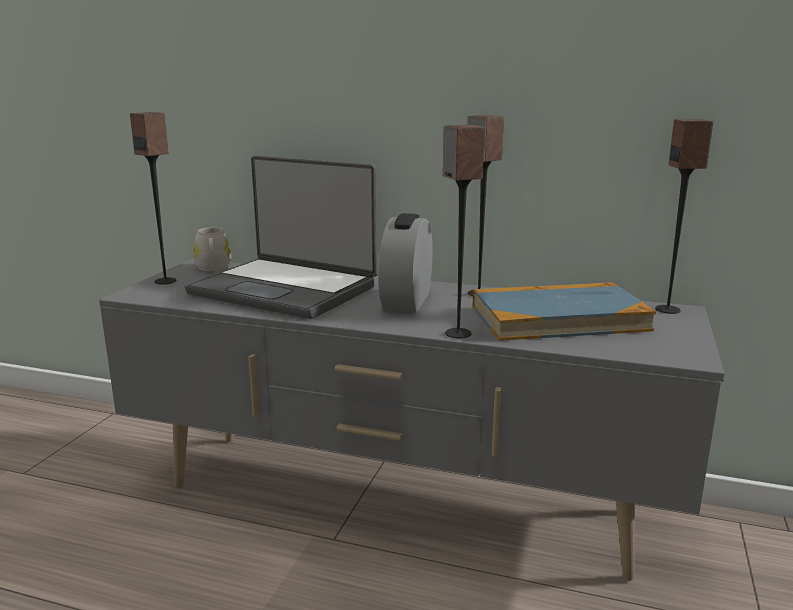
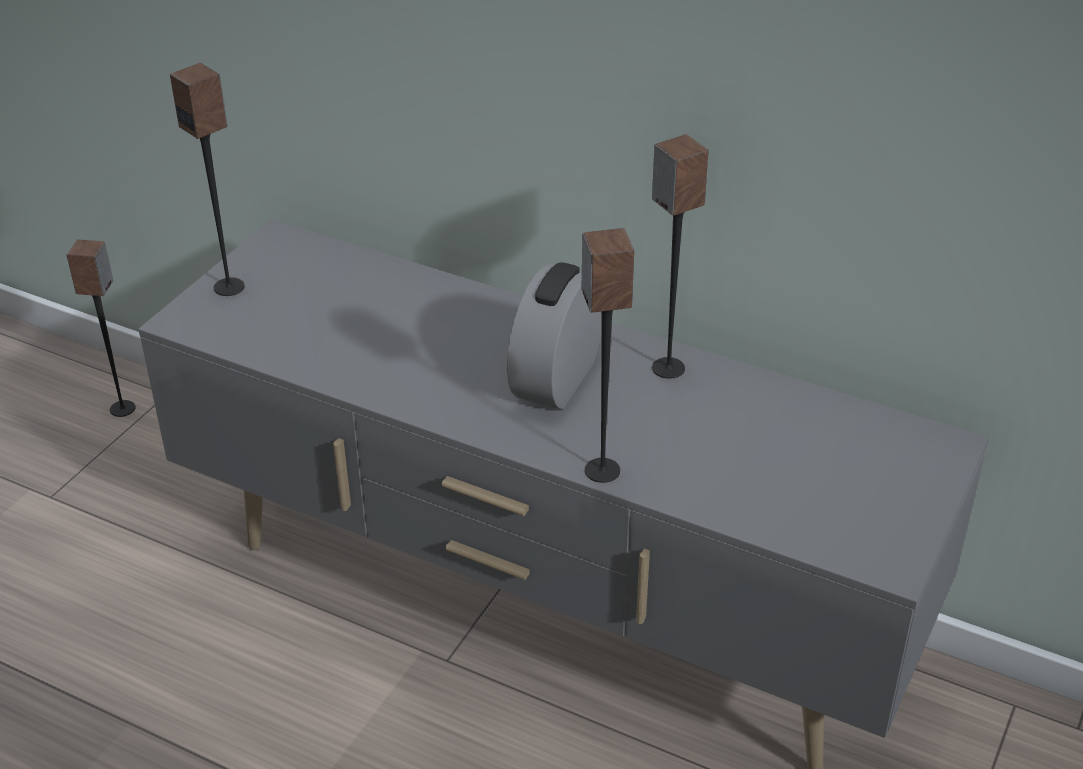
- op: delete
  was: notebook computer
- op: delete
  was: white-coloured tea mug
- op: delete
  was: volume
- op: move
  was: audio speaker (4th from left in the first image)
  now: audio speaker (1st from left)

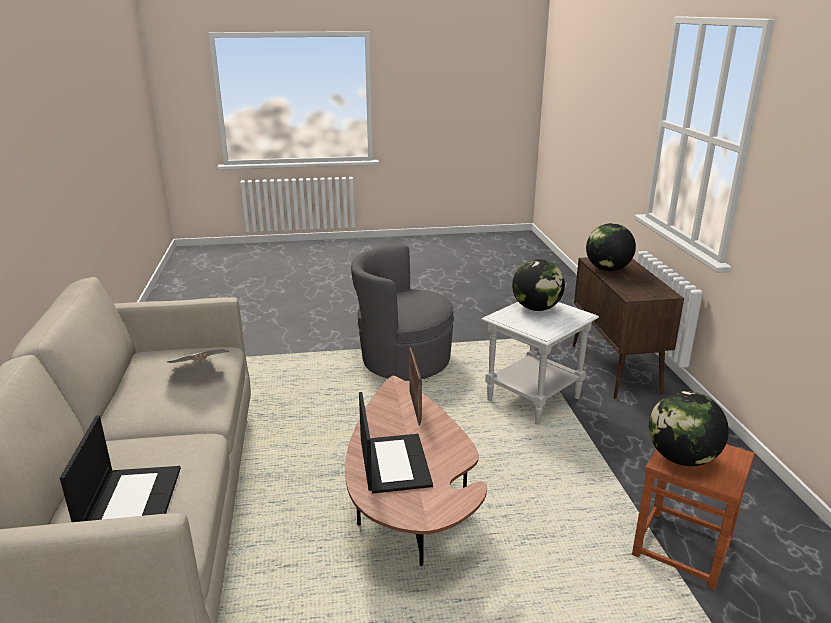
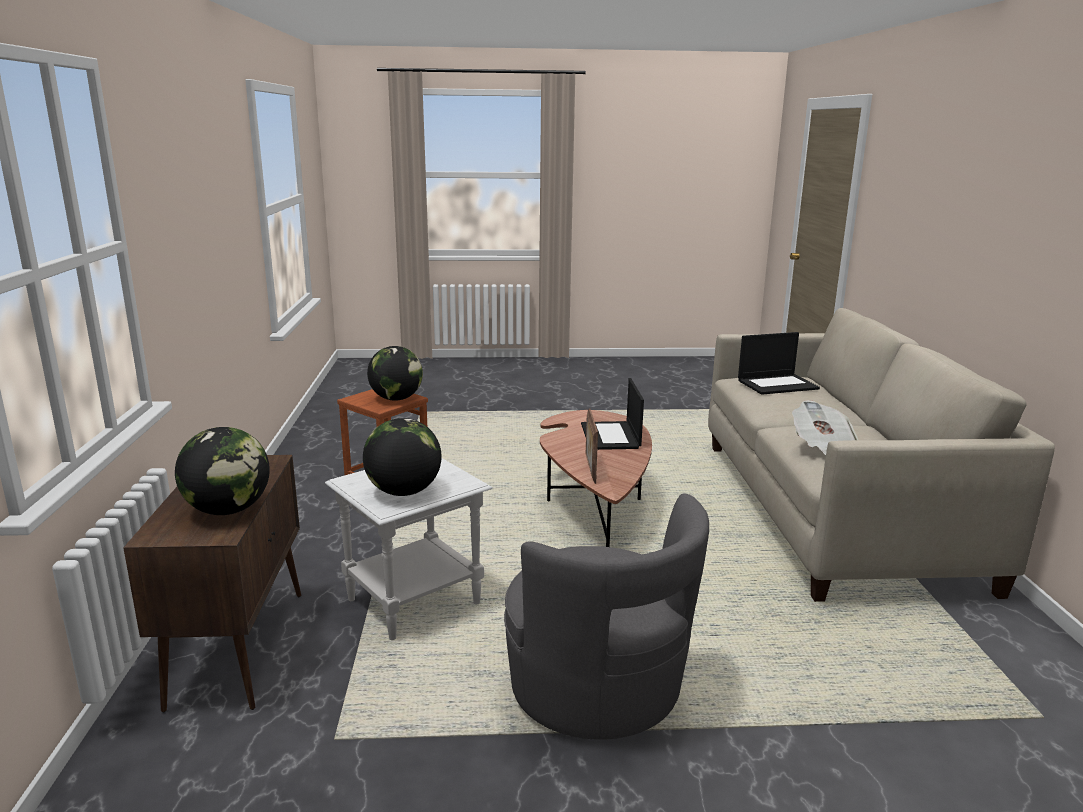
- op: rotate
  was: notebook computer (1st from left in the first image)
  clockwise: -105
- op: rotate
  was: gray armchair
  clockwise: 45

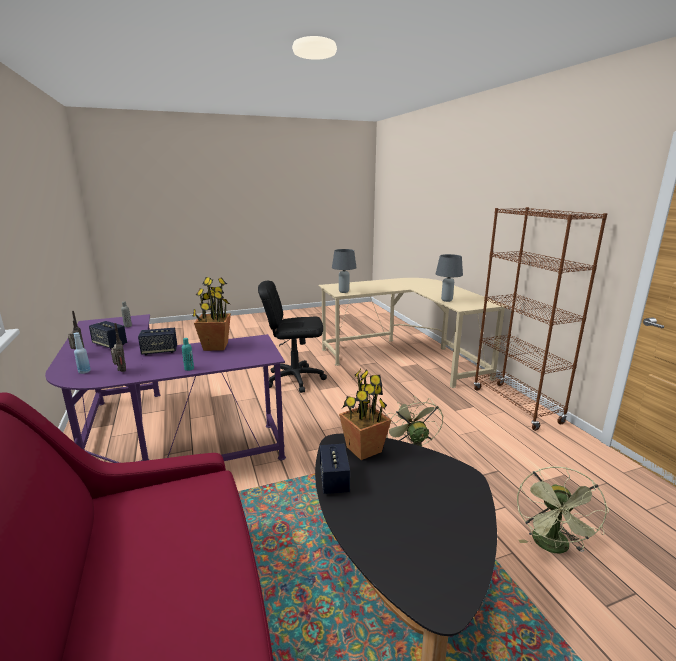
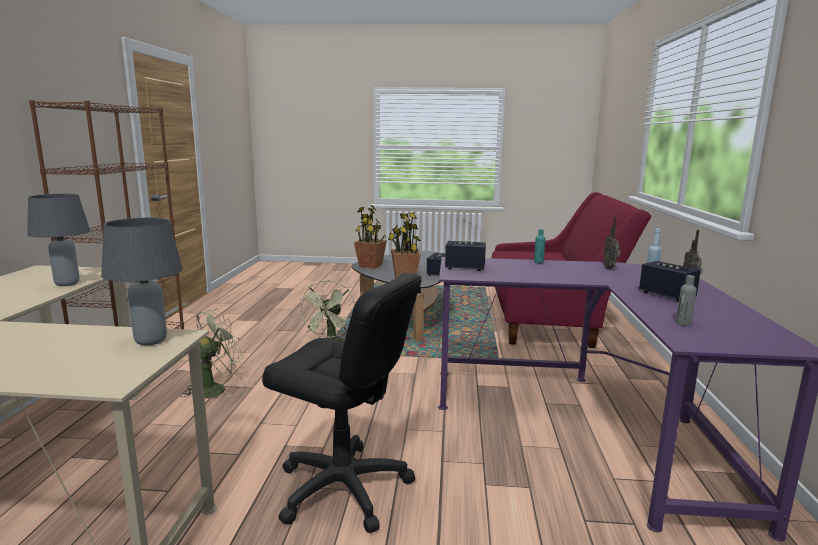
- op: move
  was: audio speaker (2nd from left)
- op: move
  was: plant in a pot (1st from left)
- op: move
  was: green-coloured electric fan (2nd from left in the first image)
  now: green-coloured electric fan (1st from left)

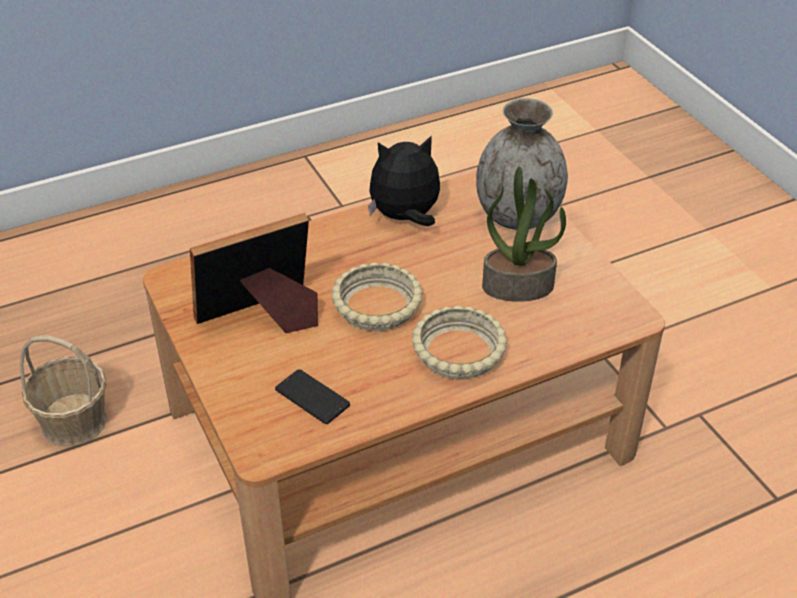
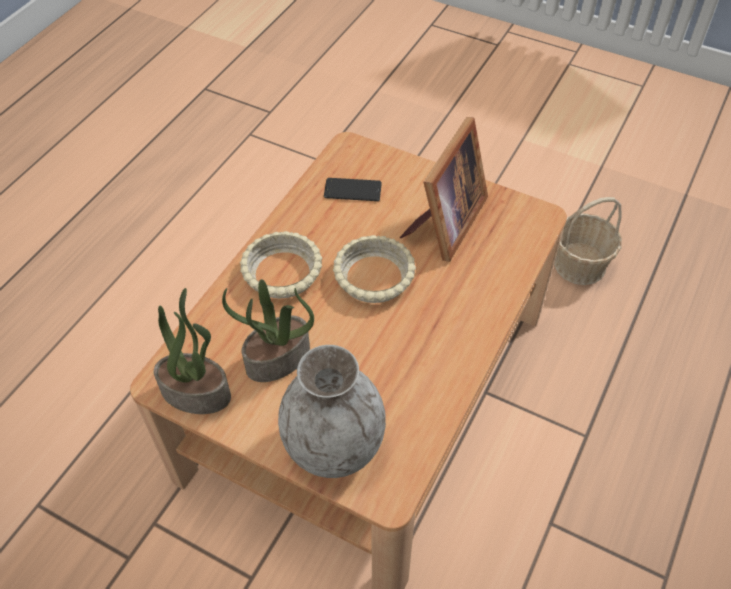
- op: delete
  was: cuddly toy
- op: insert
  now: plant in a pot (1st from left)

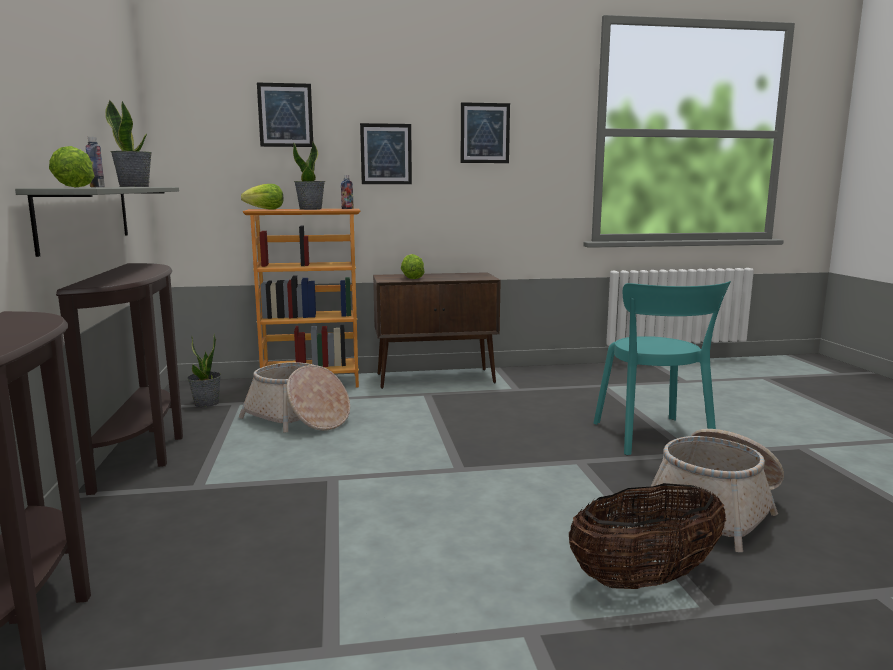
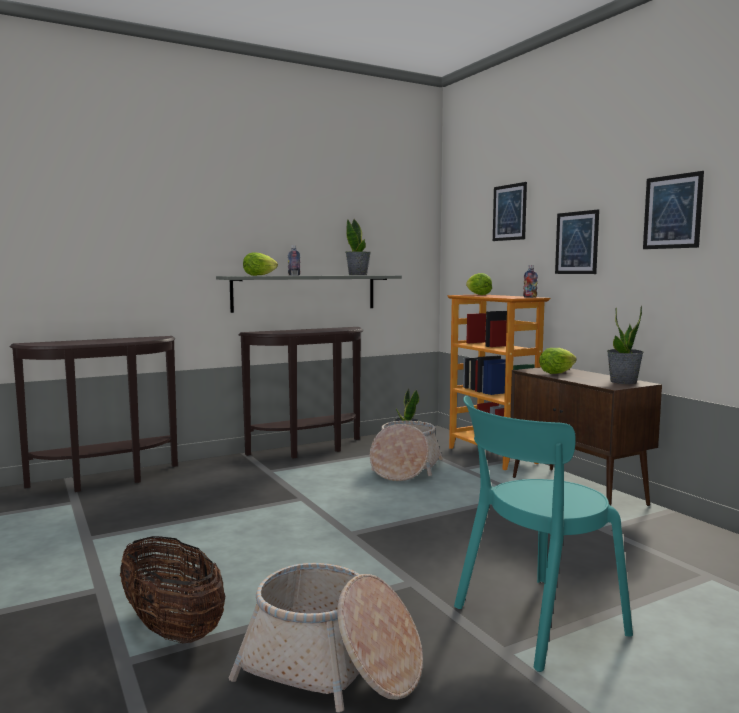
- op: move
  was: plant in a pot (3rd from left)

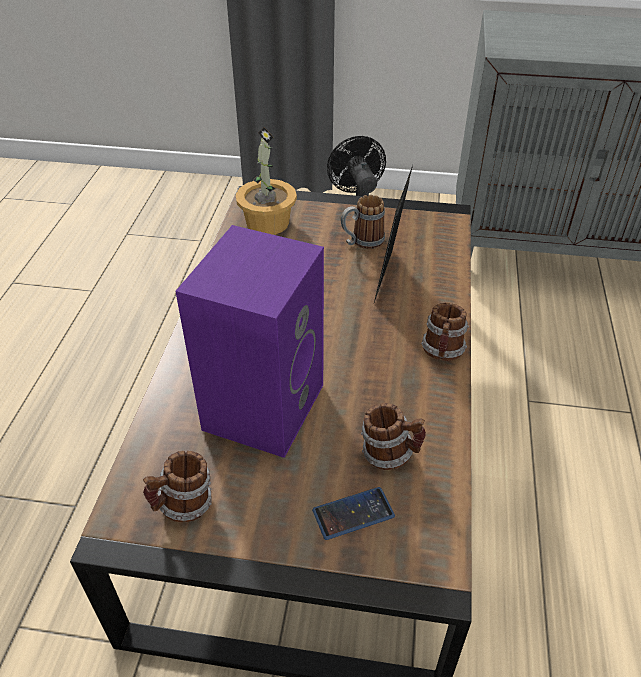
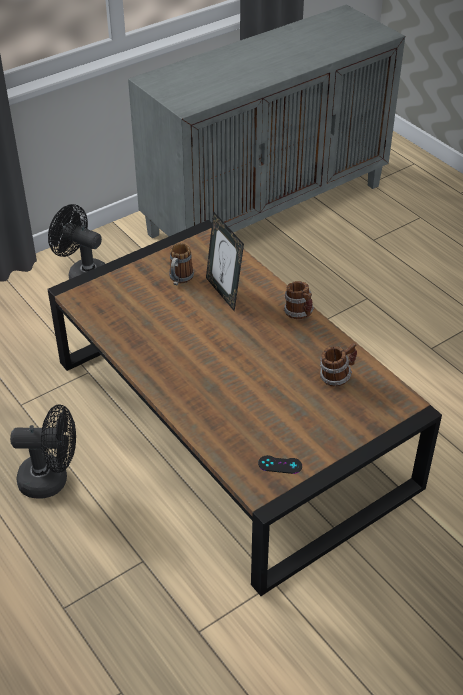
- op: replace
  was: tea mug (1st from left)
  now: black game controller
- op: delete
  was: purplish audio speaker
- op: delete
  was: plant in a pot
- op: delete
  was: telephone
- op: insert
  now: black electric fan (1st from left)

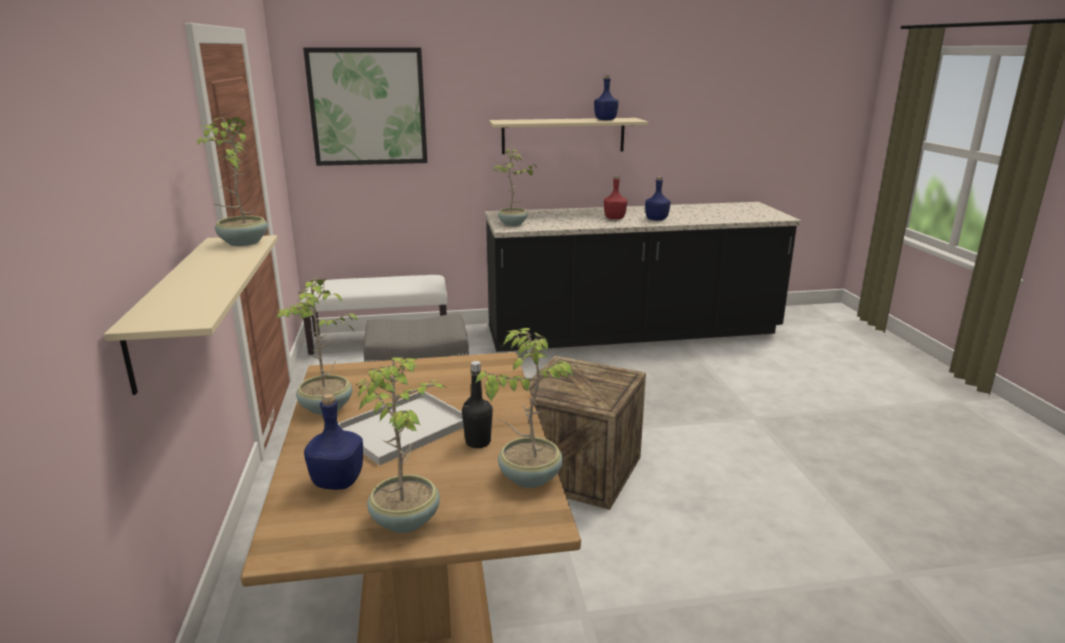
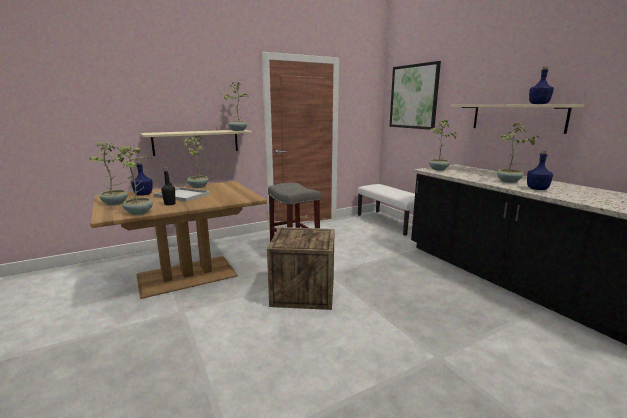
- op: replace
  was: red-coloured beverage bottle
  now: plant in a pot (6th from left)

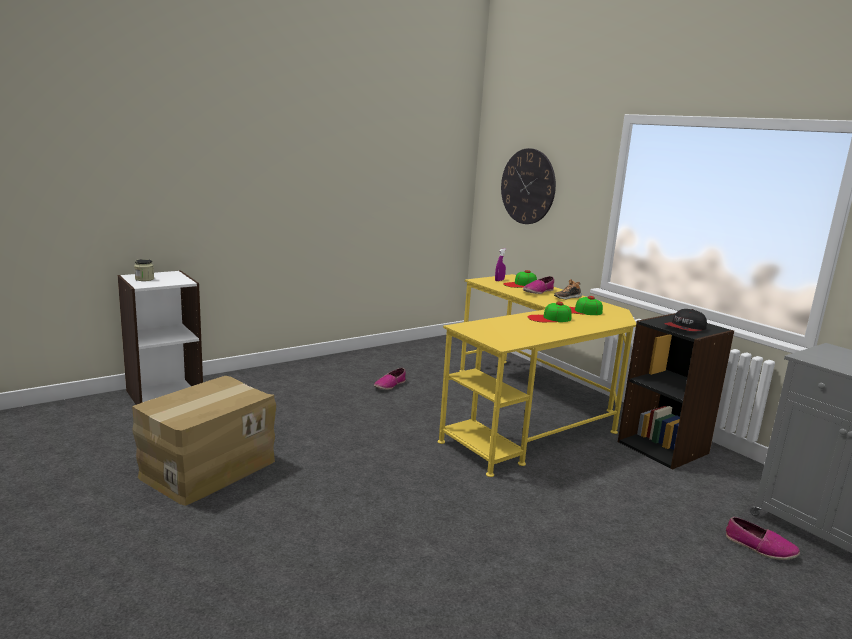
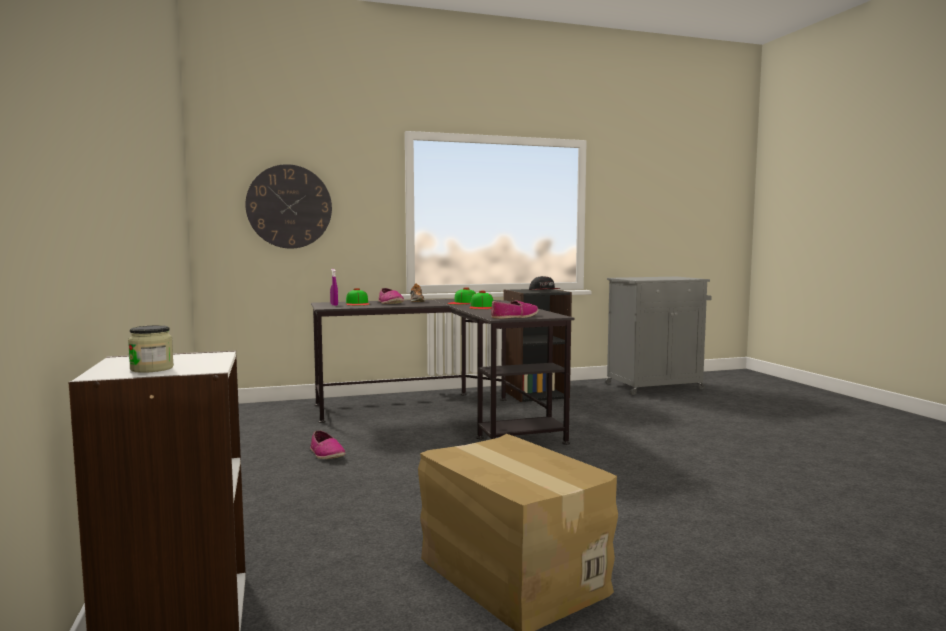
- op: recolor
  was: yellowish desk table
  now: black desk table
- op: move
  was: shoe (4th from left)

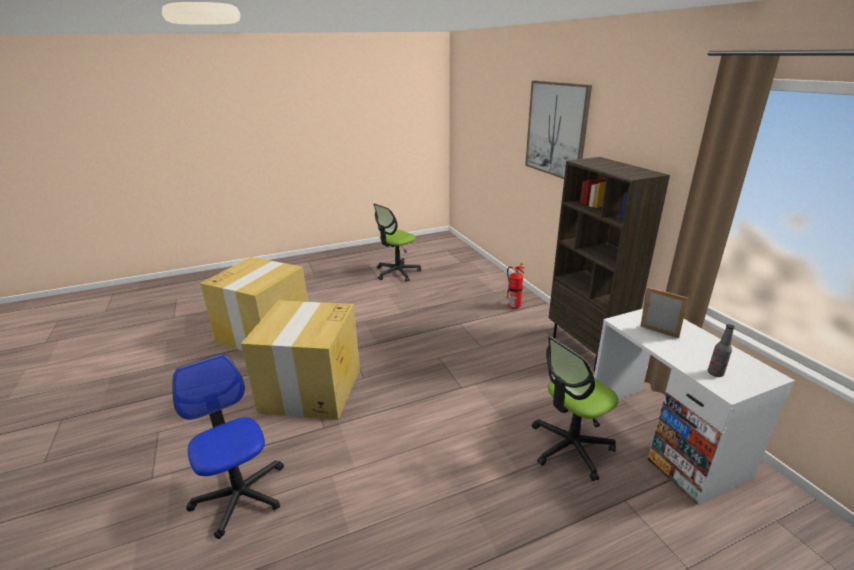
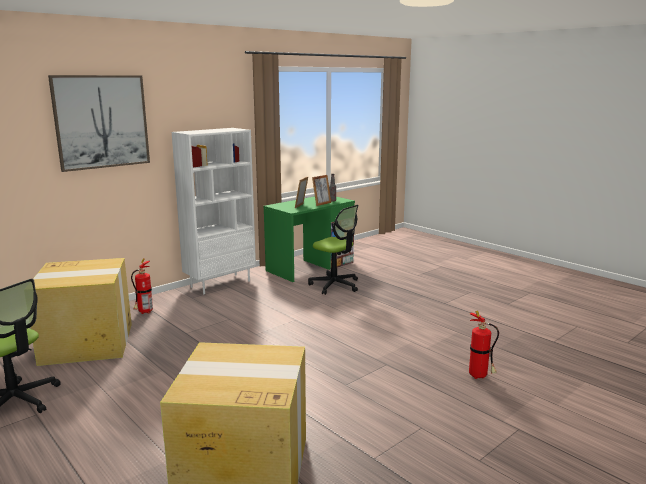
- op: replace
  was: office chair (1st from left)
  now: fire-fighting cylinder (2nd from left)
- op: move
  was: packing box (2nd from left in the first image)
  now: packing box (1st from left)
- op: recolor
  was: brown bookshelf
  now: white-coloured bookshelf
- op: recolor
  was: white-coloured desk table
  now: green-coloured desk table
- op: insert
  now: picture frame (2nd from left)

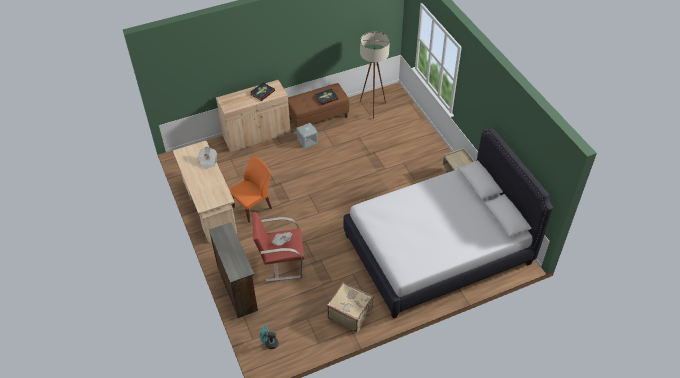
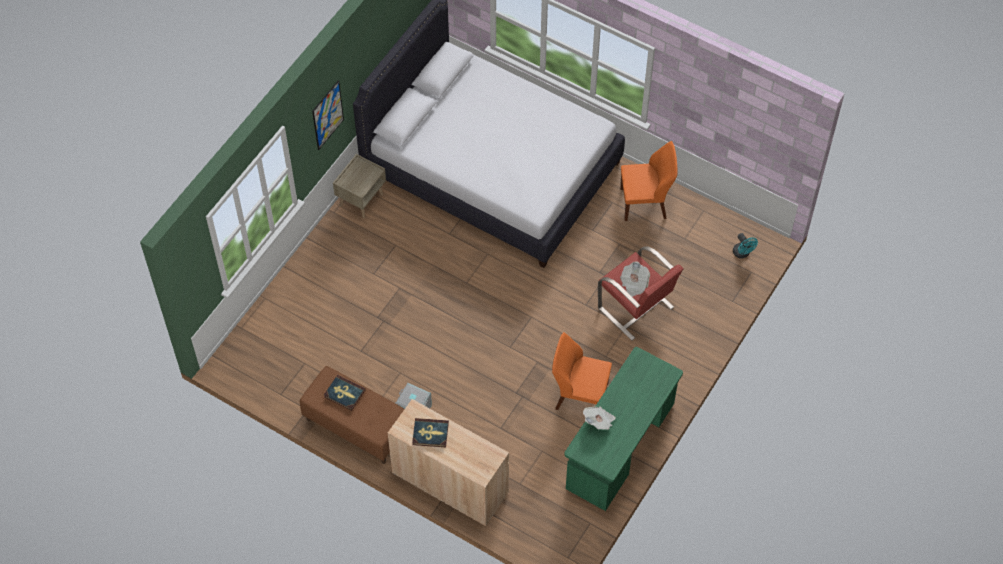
- op: recolor
  was: sand-coloured desk table
  now: green-coloured desk table
- op: delete
  was: brown drawer chest
- op: replace
  was: sand-coloured piece of luggage
  now: orangey plain chair (2nd from left)
- op: delete
  was: sand-coloured standard lamp
- op: insert
  now: wall art

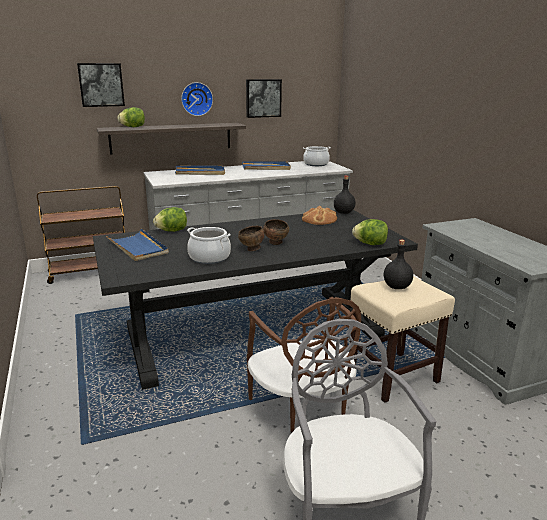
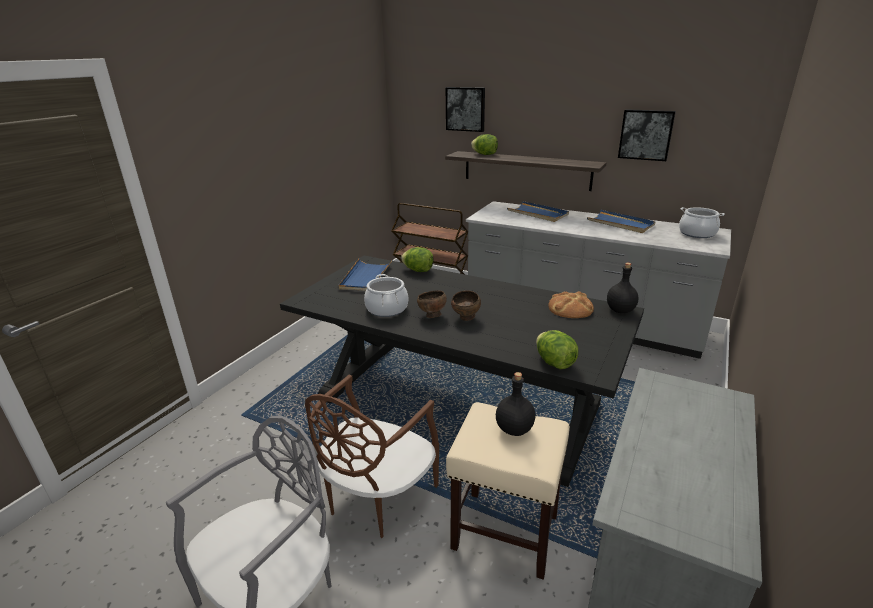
- op: delete
  was: hanging clock

